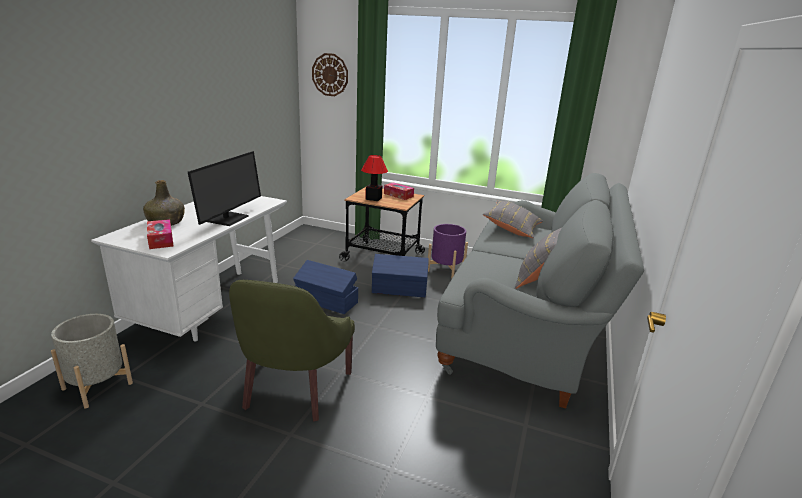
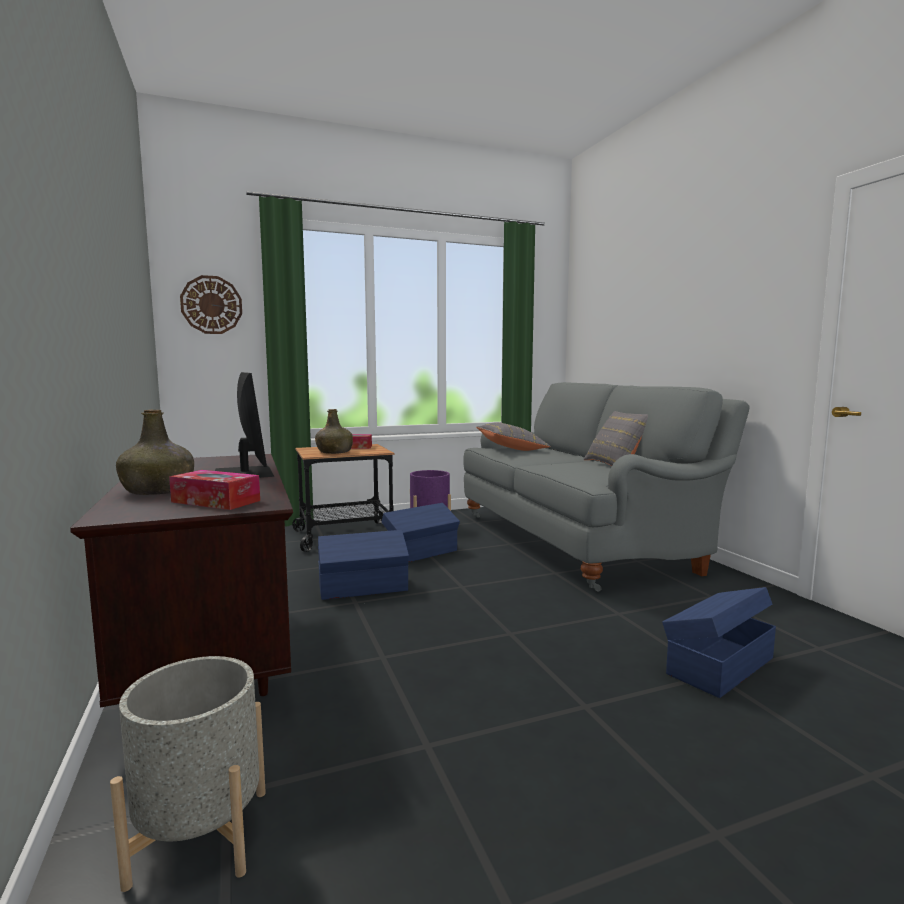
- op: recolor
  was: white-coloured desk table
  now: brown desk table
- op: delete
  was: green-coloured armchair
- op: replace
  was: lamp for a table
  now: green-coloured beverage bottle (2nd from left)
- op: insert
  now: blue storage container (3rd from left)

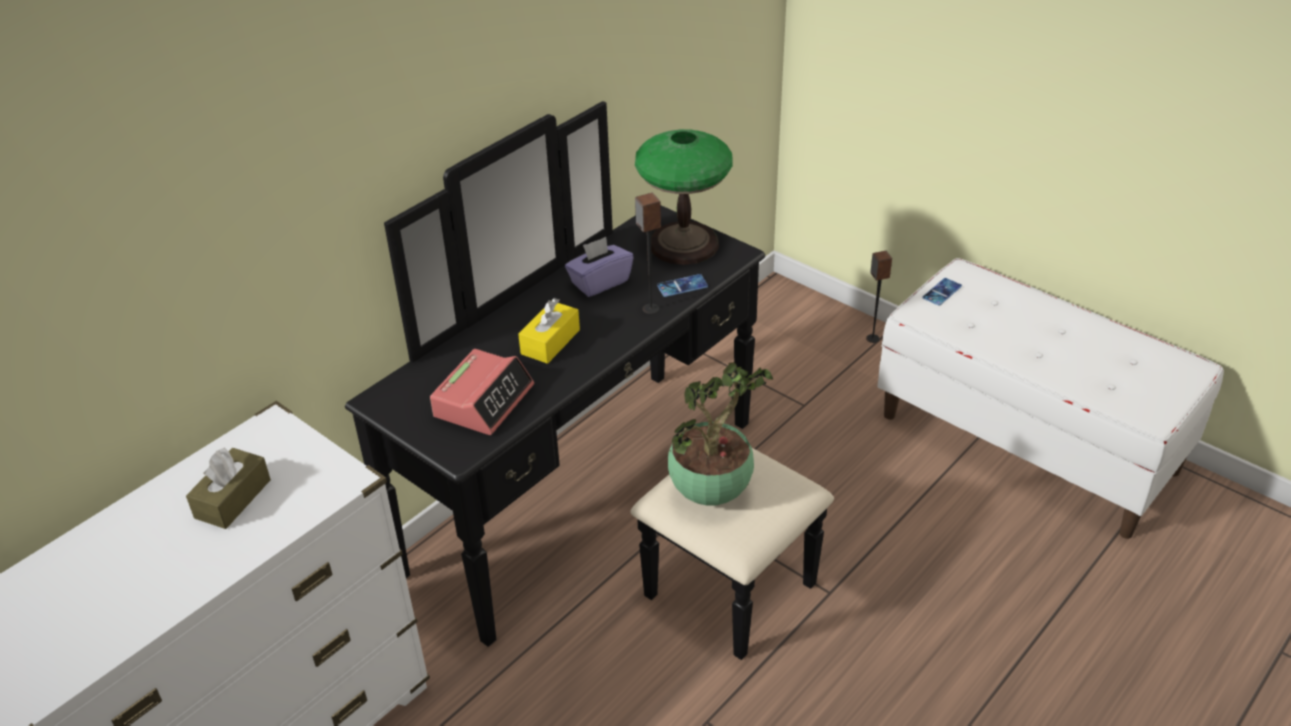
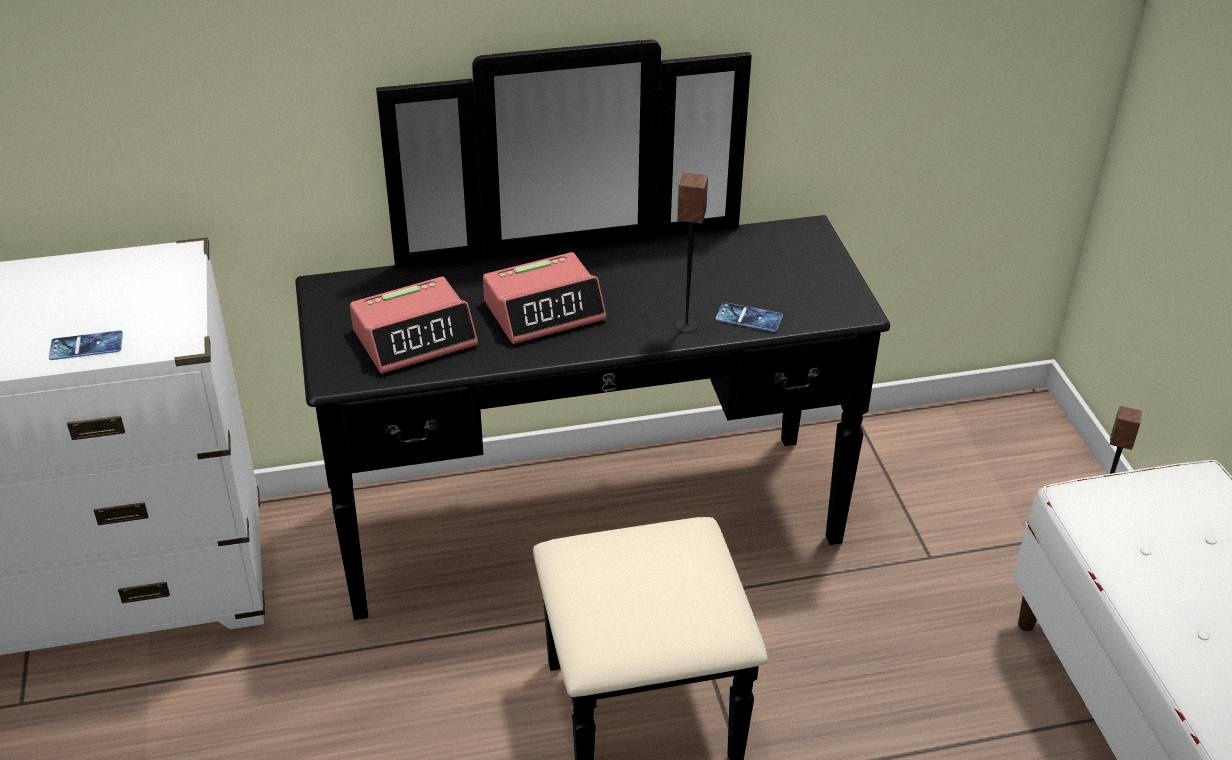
- op: delete
  was: brown tissue box
- op: replace
  was: yellowish tissue box
  now: table clock (2nd from left)
- op: delete
  was: purplish tissue box
- op: delete
  was: lamp for a table
- op: delete
  was: plant in a pot
- op: move
  was: telephone (2nd from left in the first image)
  now: telephone (1st from left)

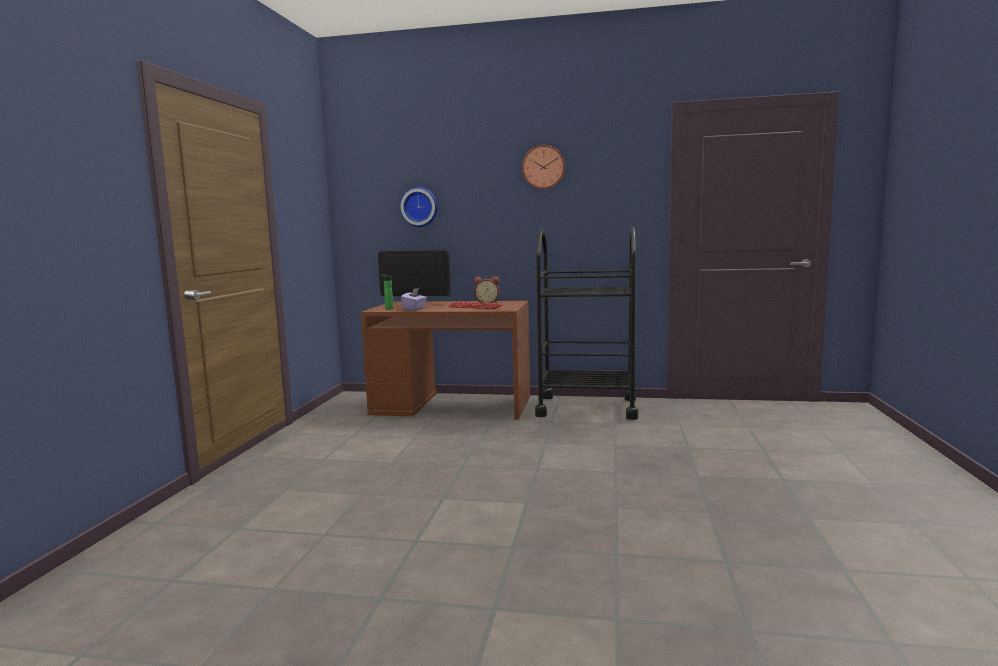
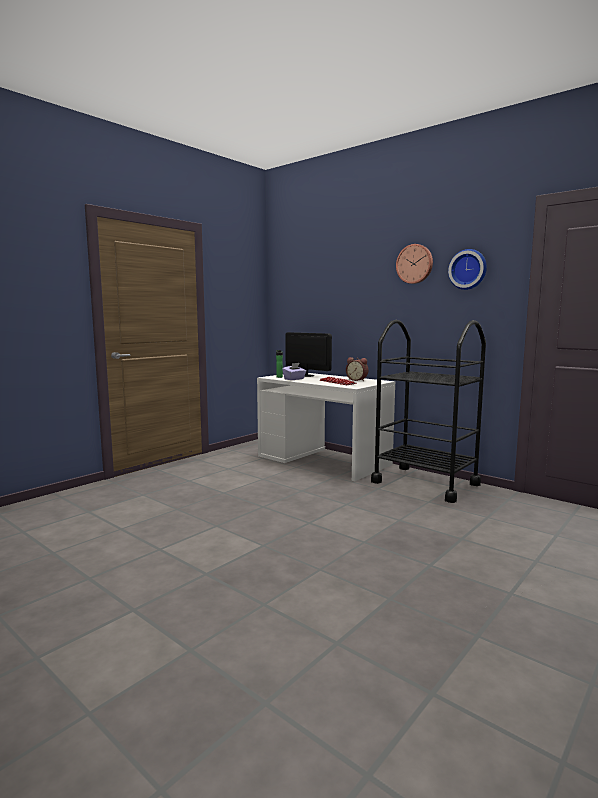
- op: recolor
  was: brown desk table
  now: white-coloured desk table
- op: move
  was: hanging clock (1st from left in the first image)
  now: hanging clock (2nd from left)

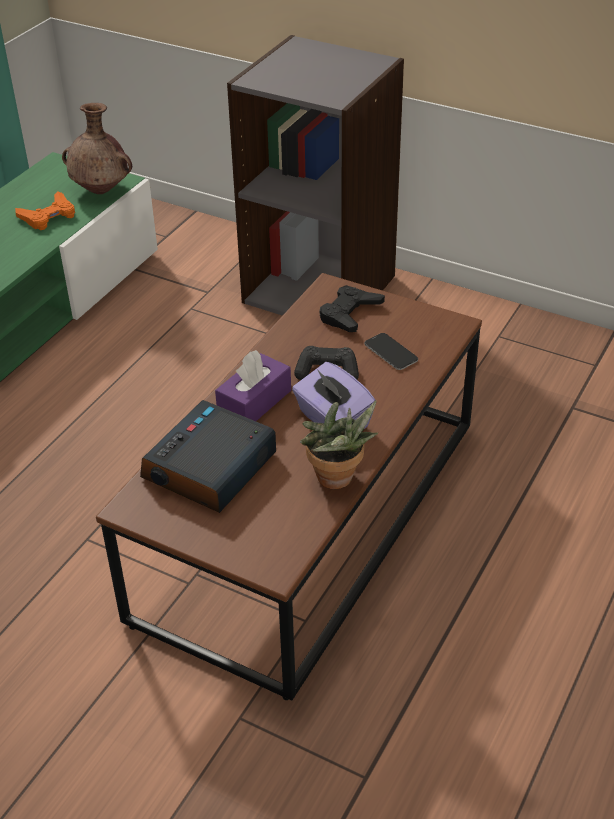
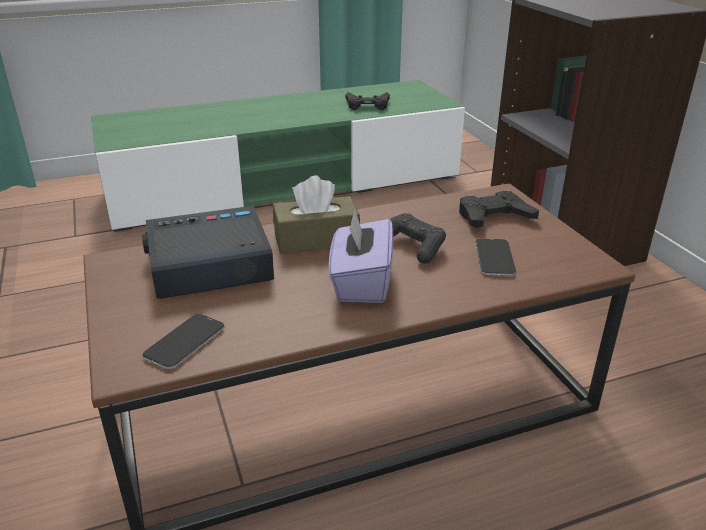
- op: recolor
  was: orangey game controller
  now: black game controller (1st from left)
- op: delete
  was: brown flower vase
- op: recolor
  was: purplish tissue box (1st from left)
  now: brown tissue box
- op: delete
  was: plant in a pot
- op: insert
  now: telephone (1st from left)

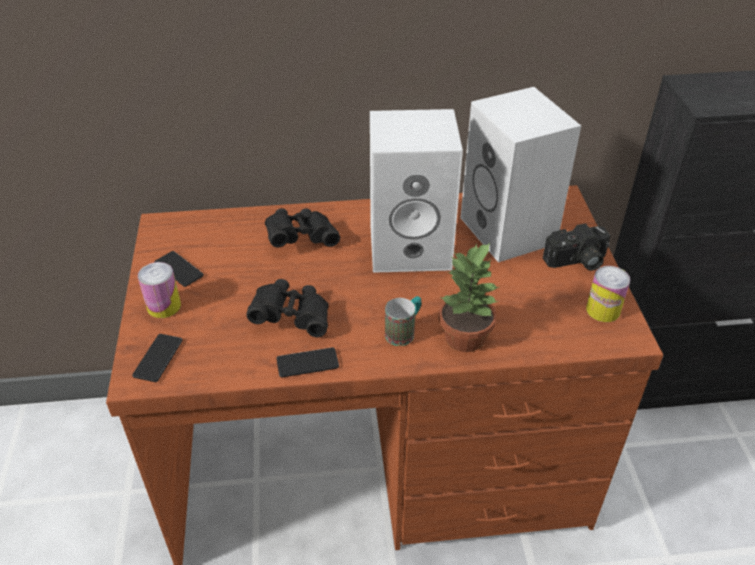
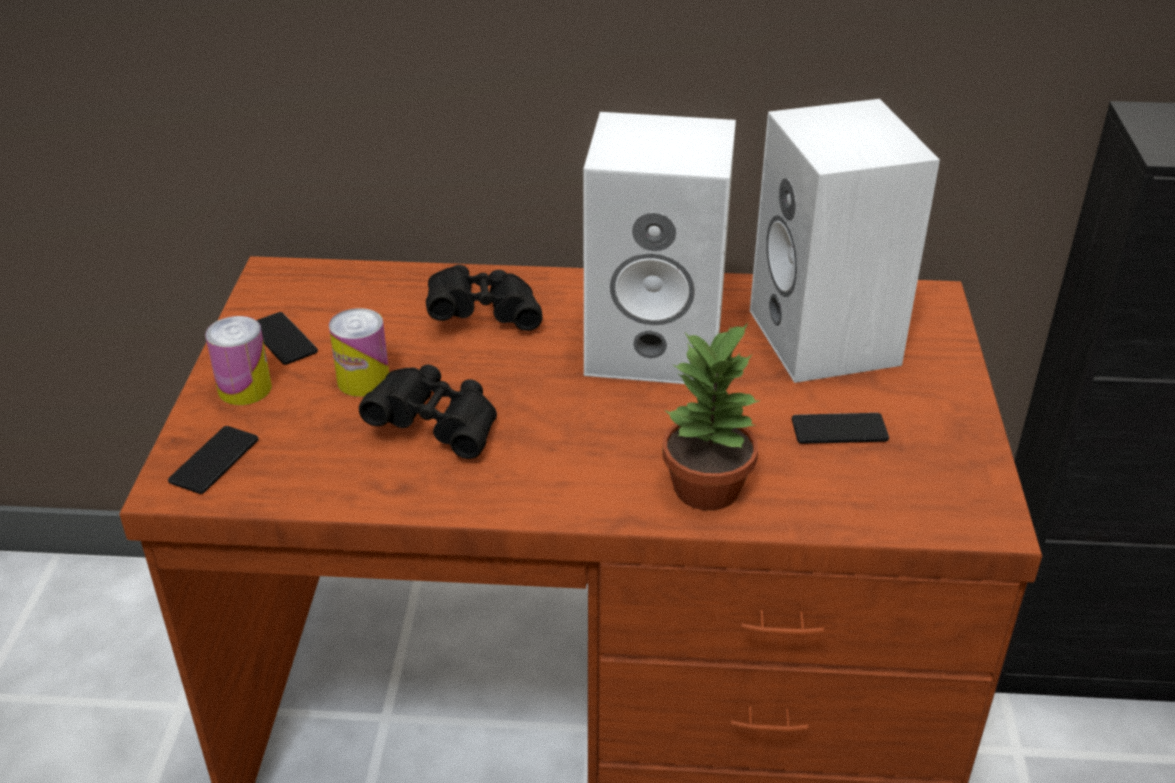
- op: move
  was: telephone (3rd from left)
- op: delete
  was: tea mug
- op: delete
  was: photo camera
- op: move
  was: can (2nd from left)

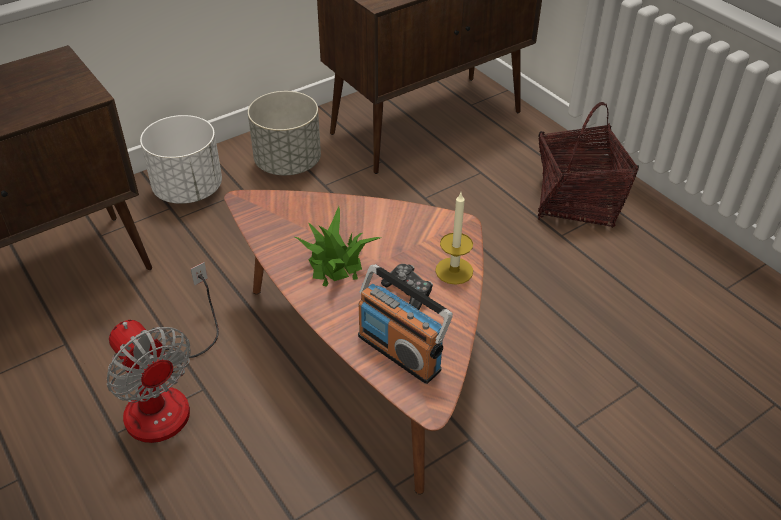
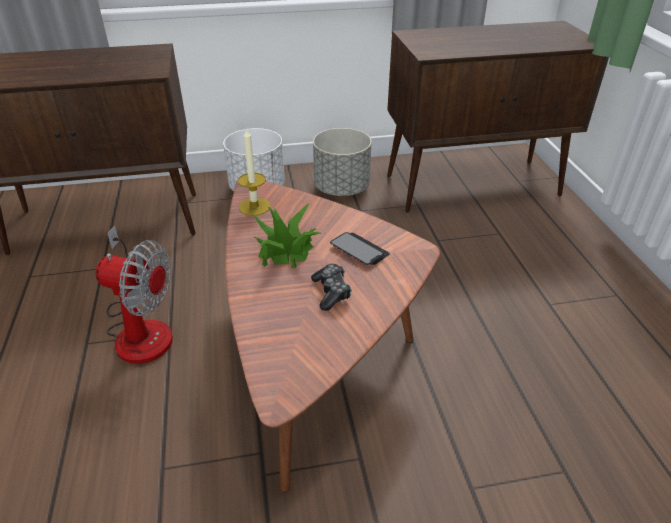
- op: rotate
  was: electric fan
  clockwise: -60
- op: delete
  was: radio
- op: move
  was: candle
- op: delete
  was: basket
- op: insert
  now: telephone

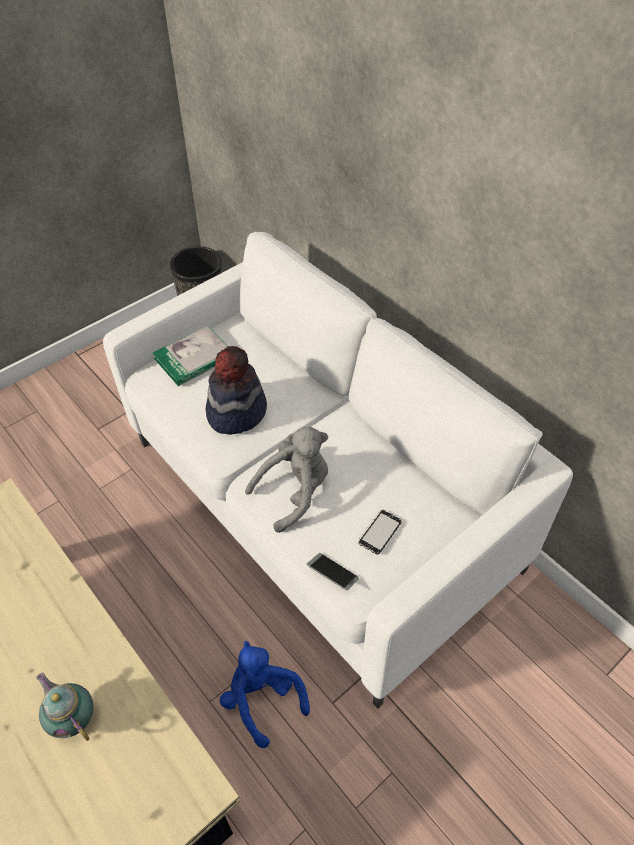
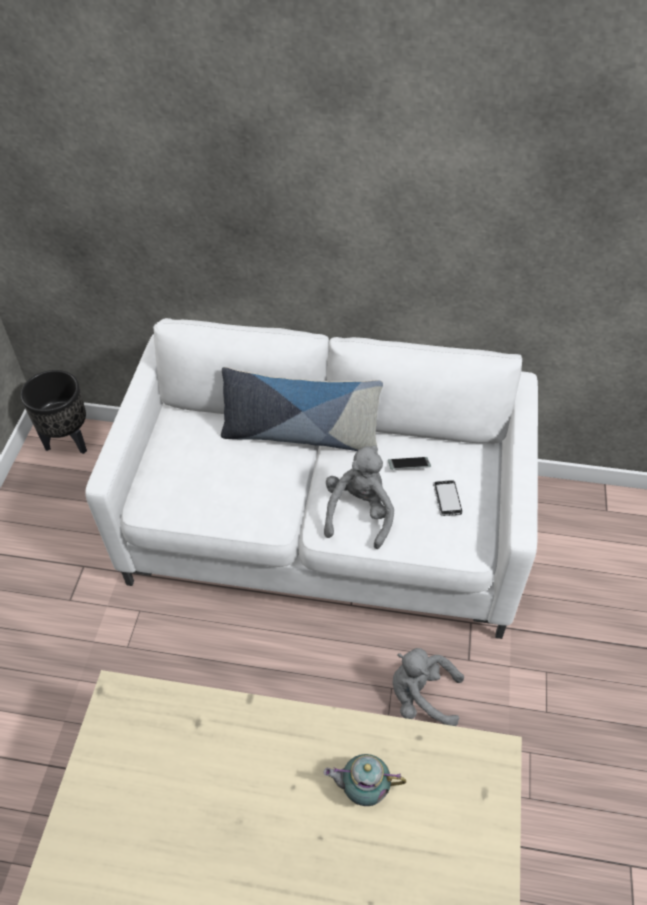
- op: delete
  was: volume
- op: delete
  was: clothing hat
- op: recolor
  was: blue cuddly toy
  now: gray cuddly toy (2nd from left)
- op: move
  was: telephone (1st from left)
- op: insert
  now: throw pillow

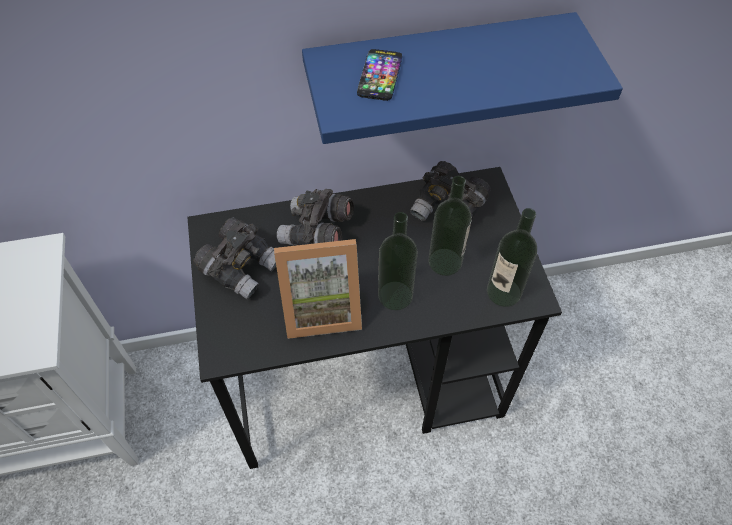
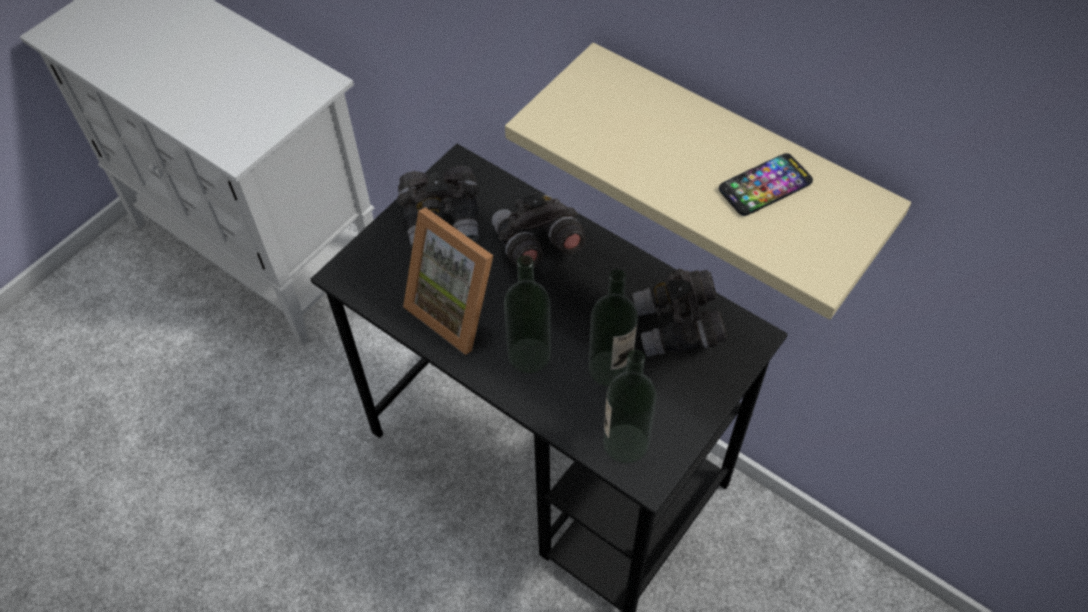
- op: recolor
  was: blue bracket shelf
  now: sand-coloured bracket shelf
- op: move
  was: telephone

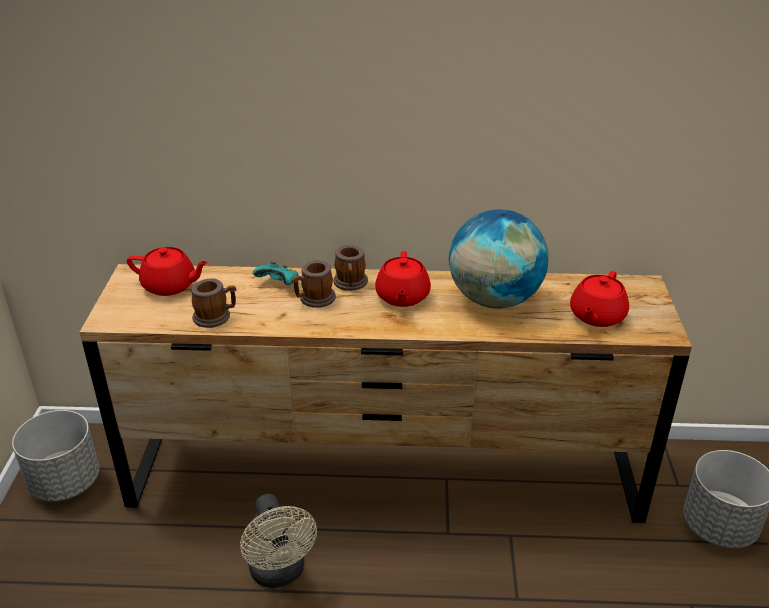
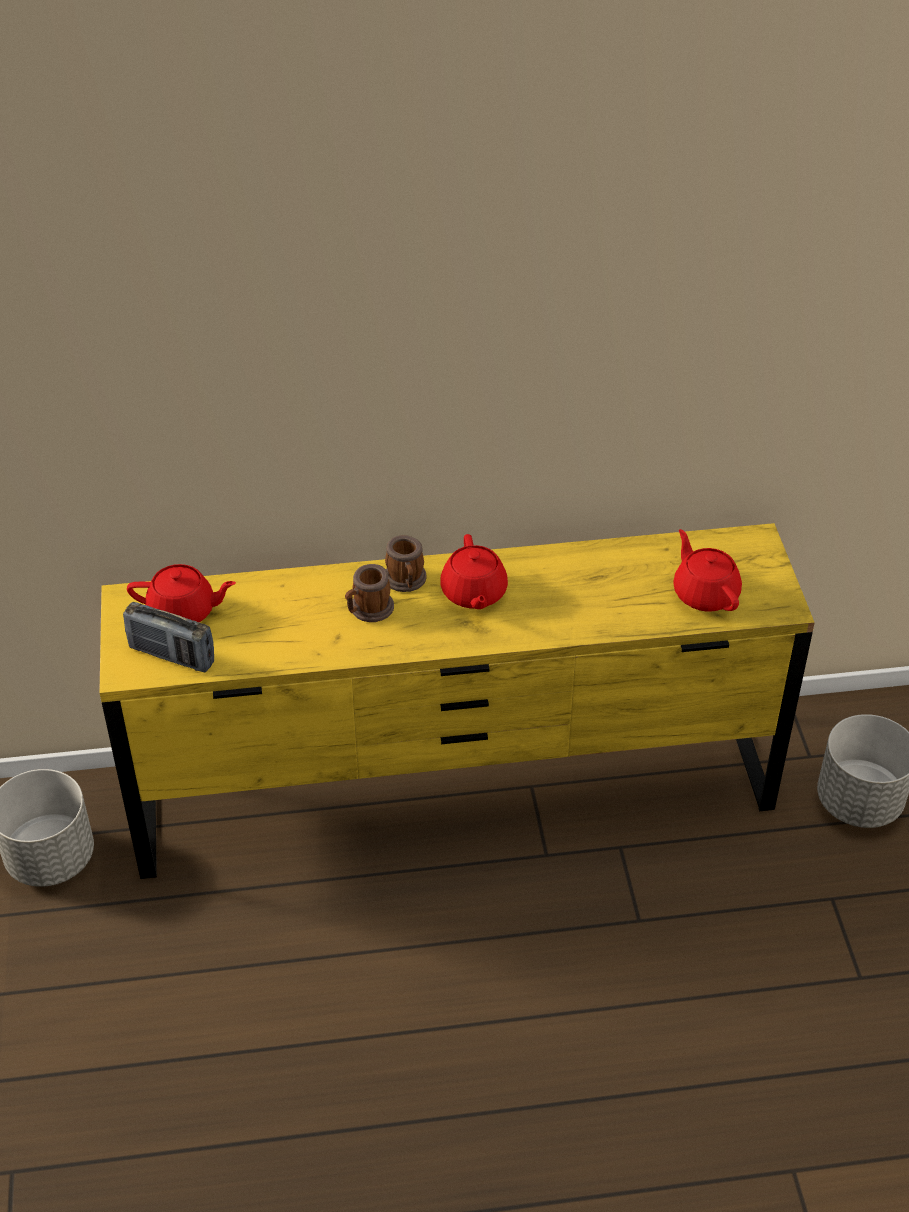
- op: recolor
  was: brown drawer chest
  now: yellowish drawer chest
- op: delete
  was: tea mug (1st from left)
- op: delete
  was: sand-coloured electric fan
- op: delete
  was: turquoise-coloured game controller
- op: delete
  was: globe
- op: rotate
  was: red-coloured tea pot (3rd from left)
  clockwise: 135
- op: insert
  now: radio

